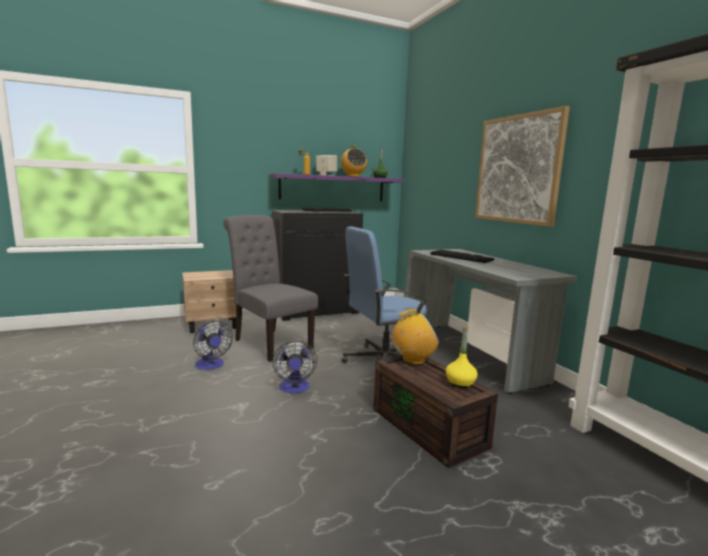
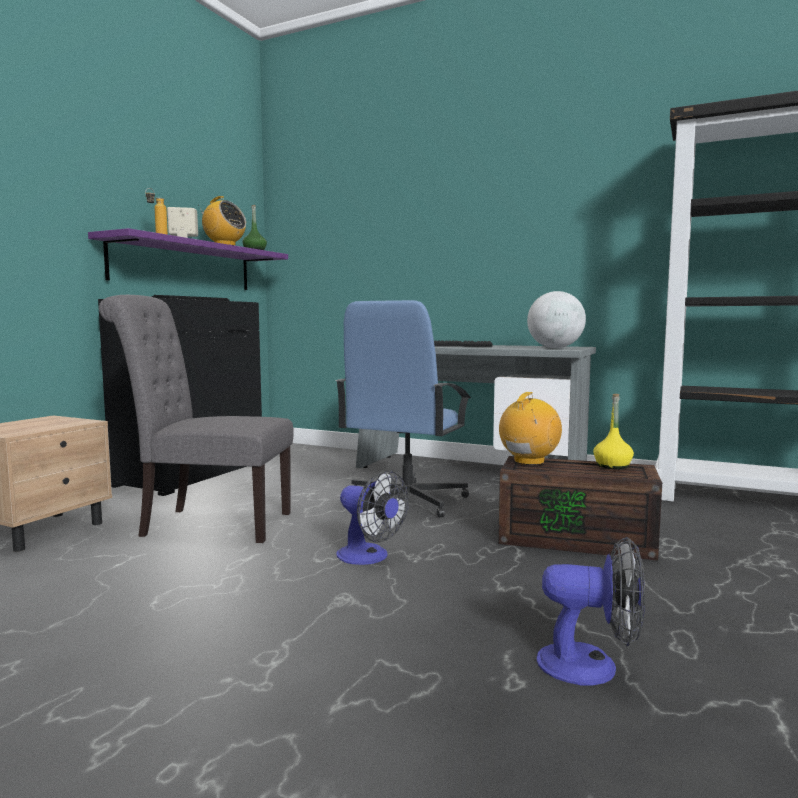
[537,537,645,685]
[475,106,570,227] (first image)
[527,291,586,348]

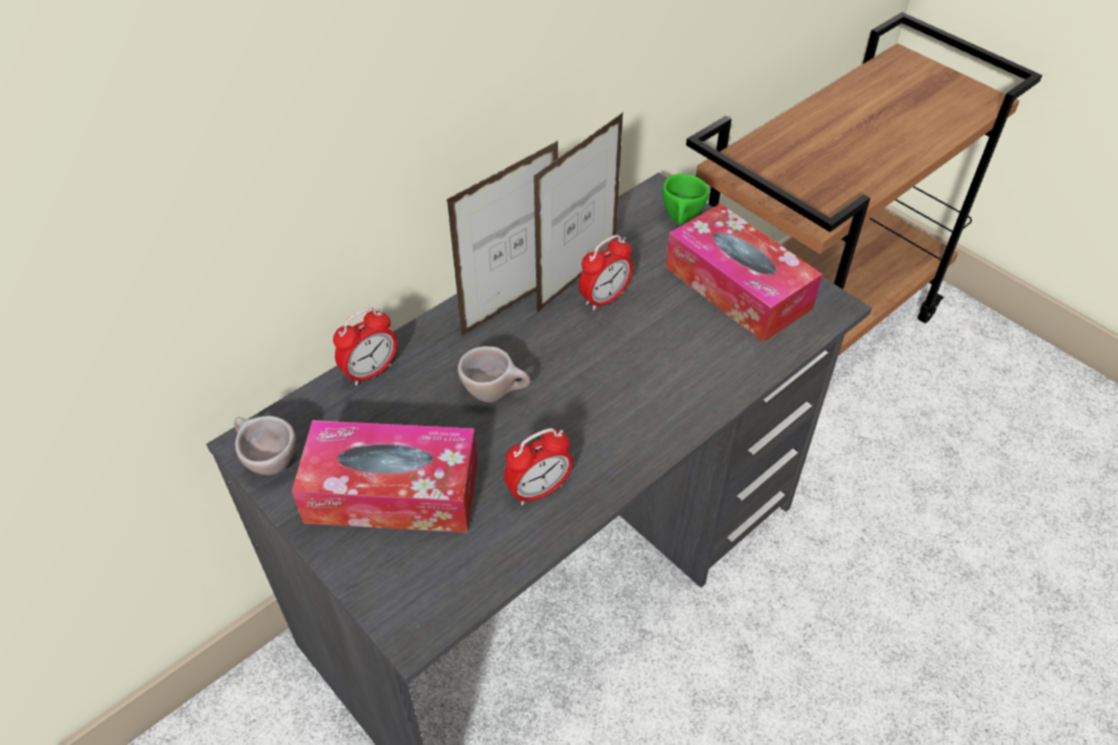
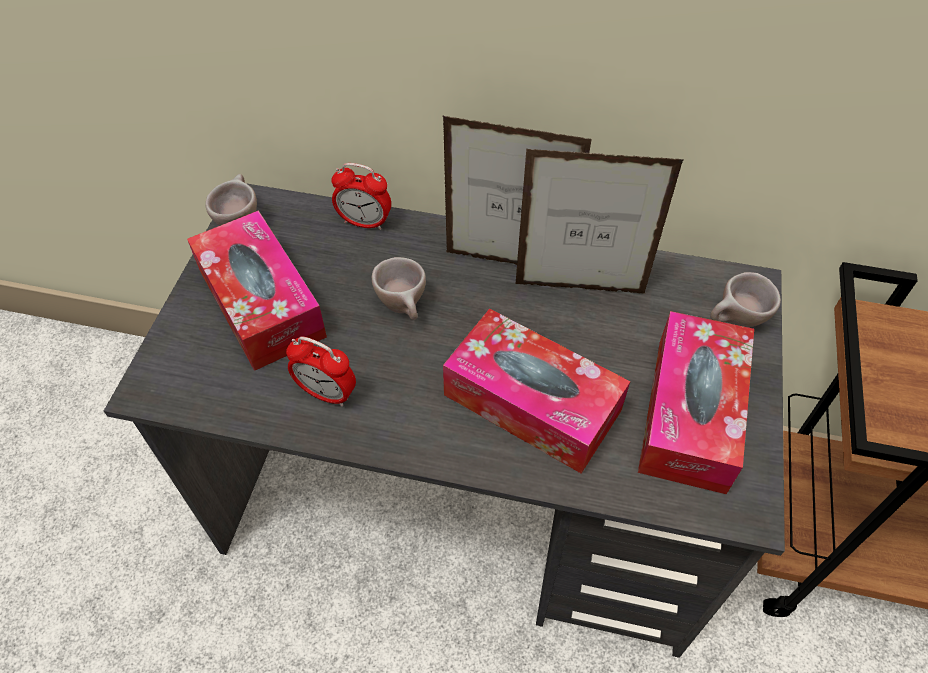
[579,235,633,311] (first image)
[710,272,781,328]
[443,308,630,474]

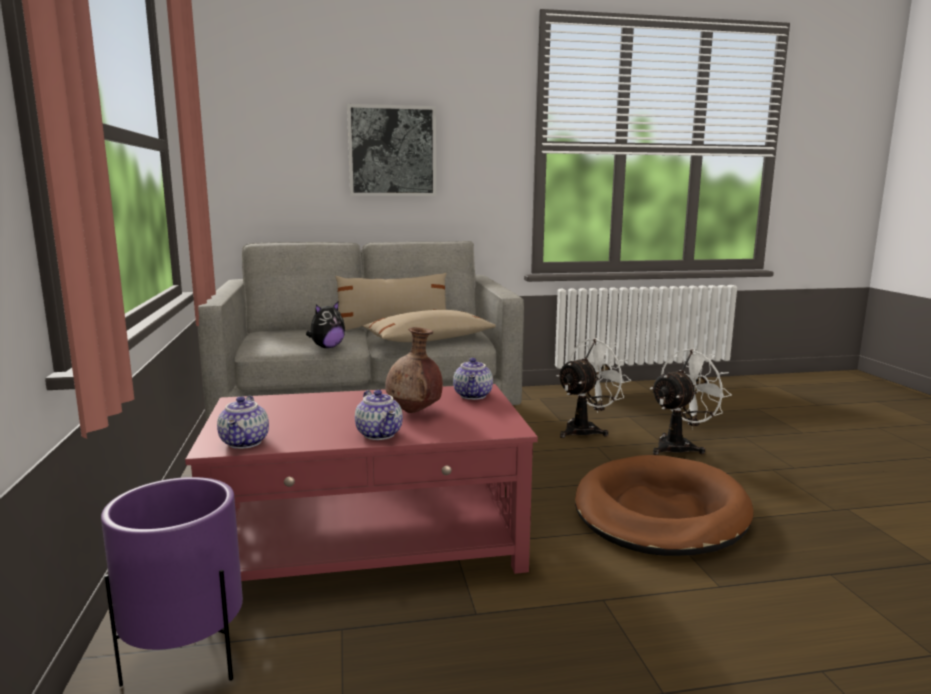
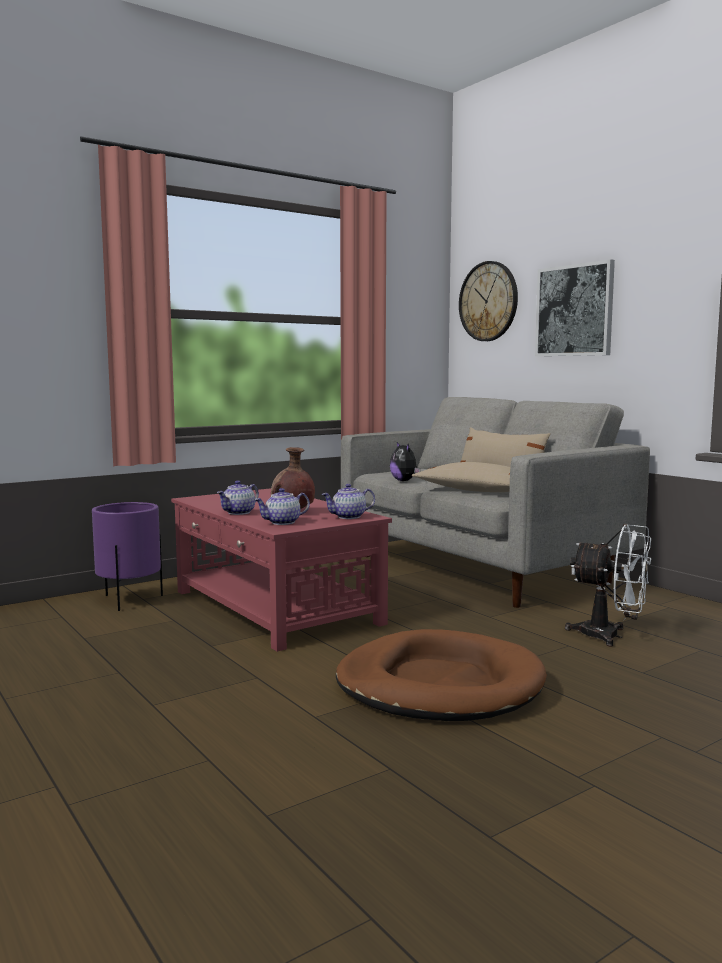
[254,488,310,525]
[390,442,420,481]
[650,348,732,455] (first image)
[459,261,518,341]

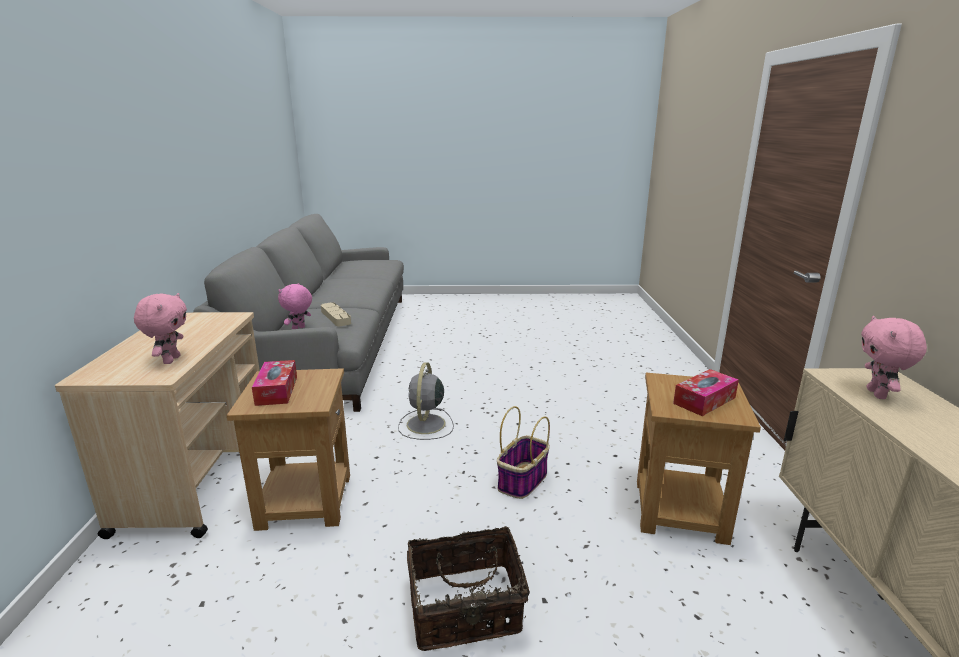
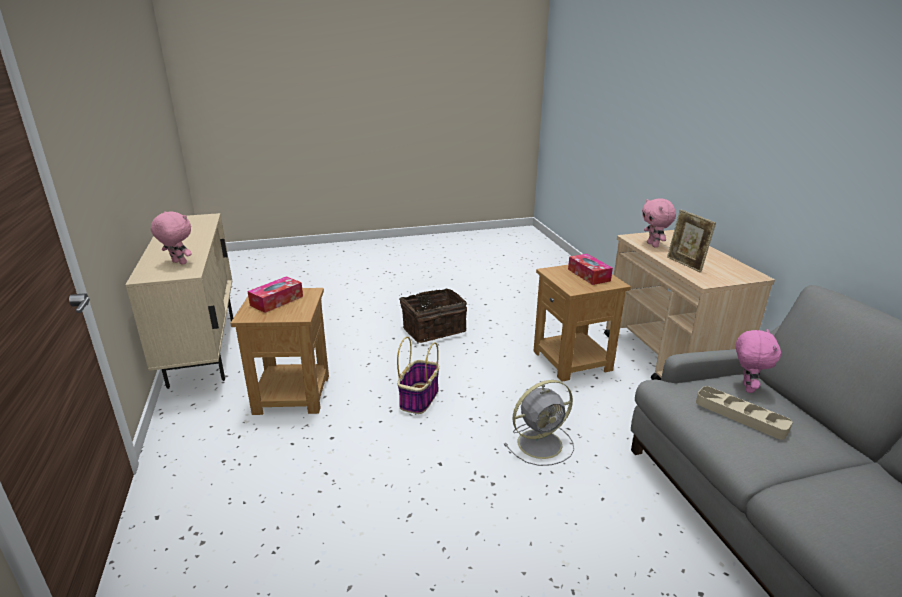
[504,380,574,466]
[151,211,191,265]
[667,209,716,273]

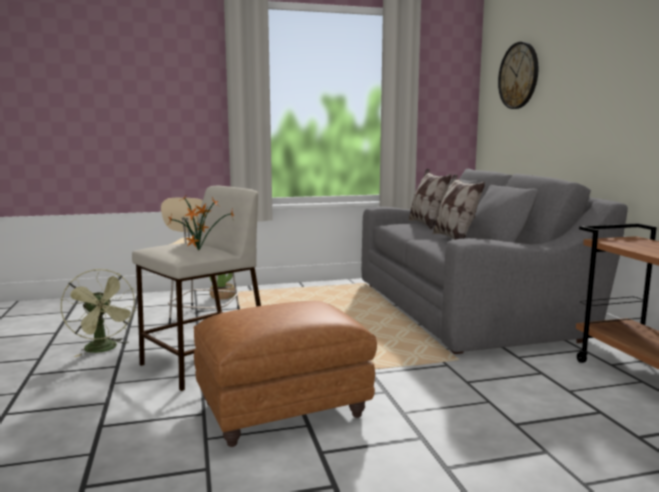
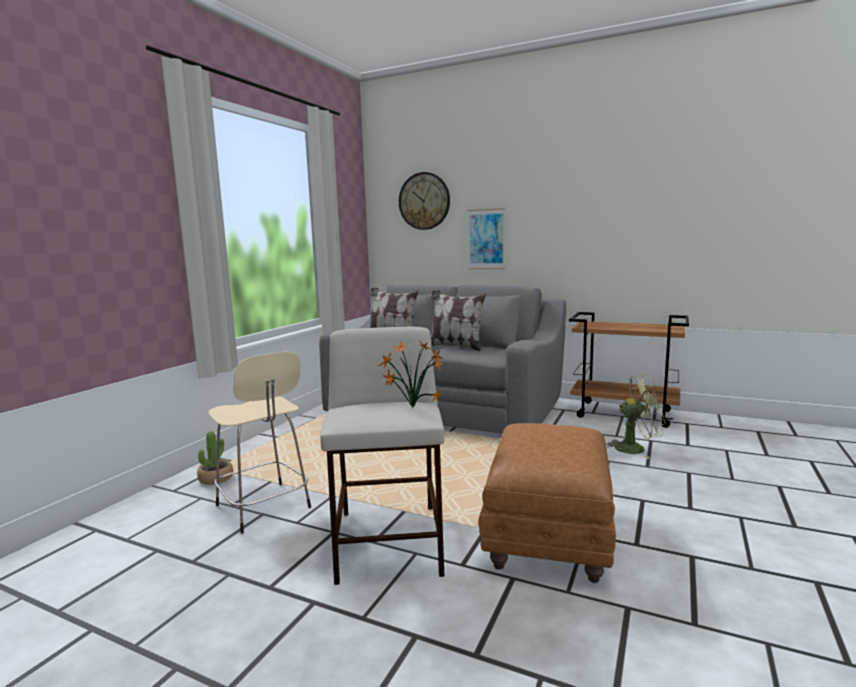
[606,375,665,459]
[467,208,505,269]

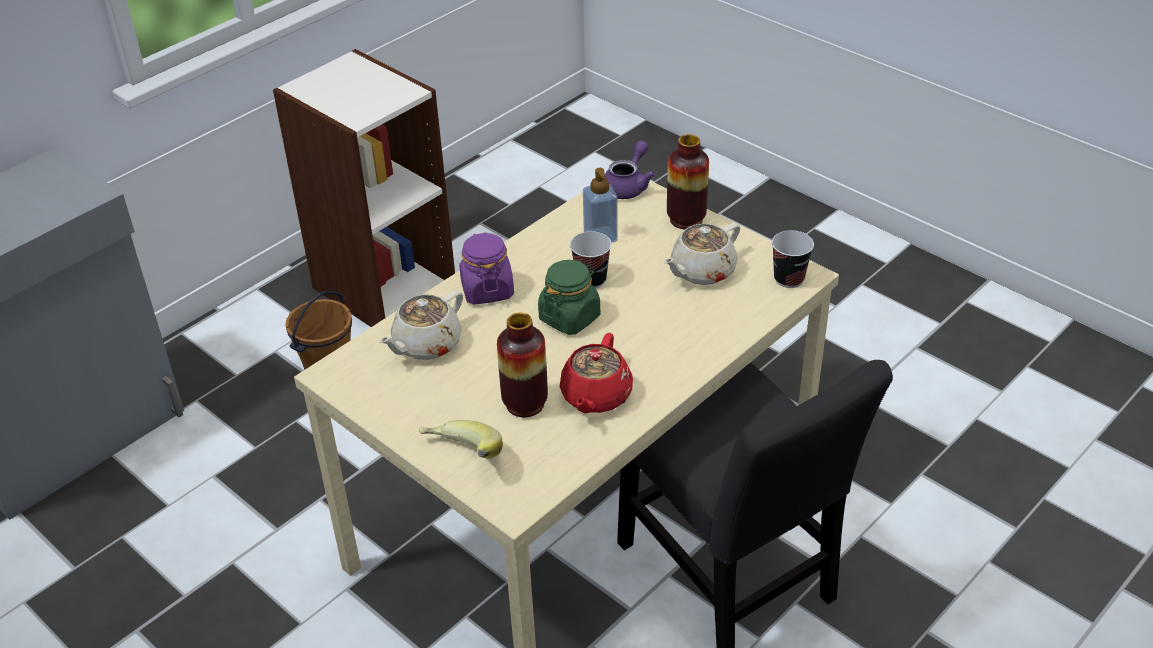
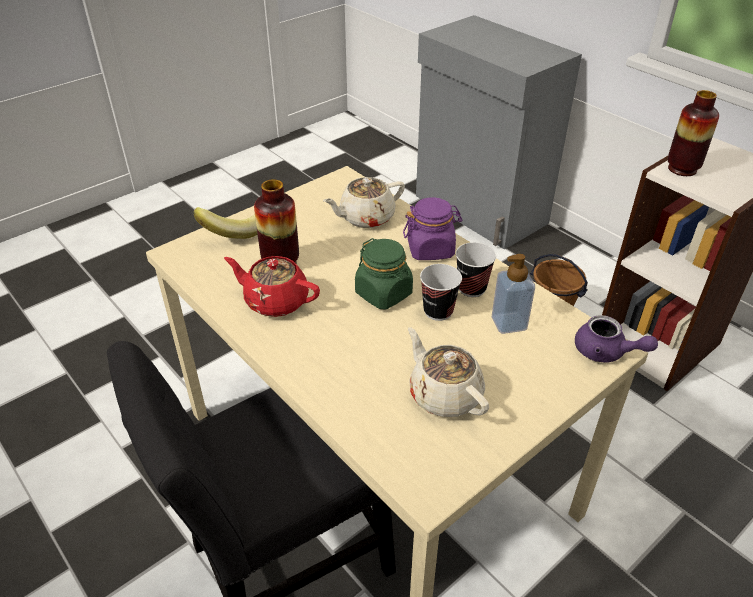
[323,177,405,228]
[667,90,719,176]
[456,242,496,297]

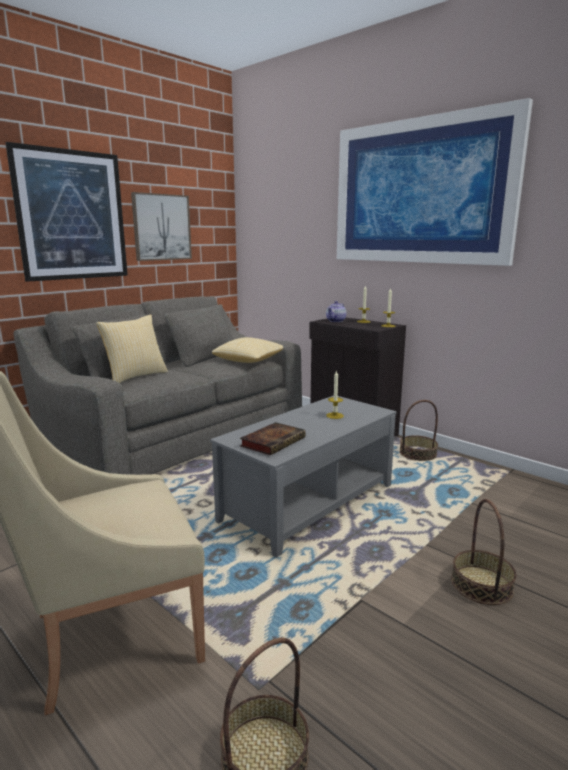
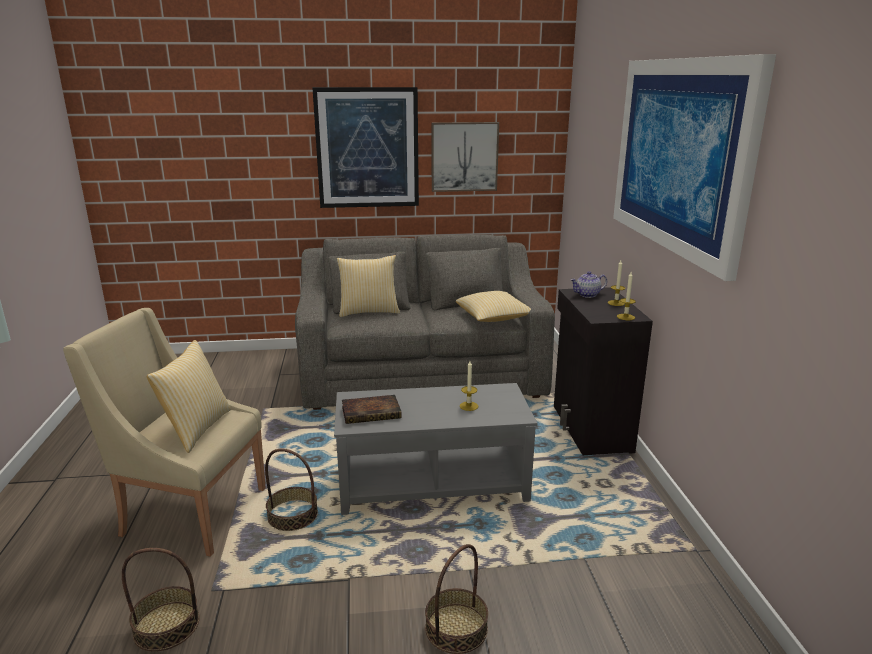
[265,449,318,531]
[147,340,231,453]

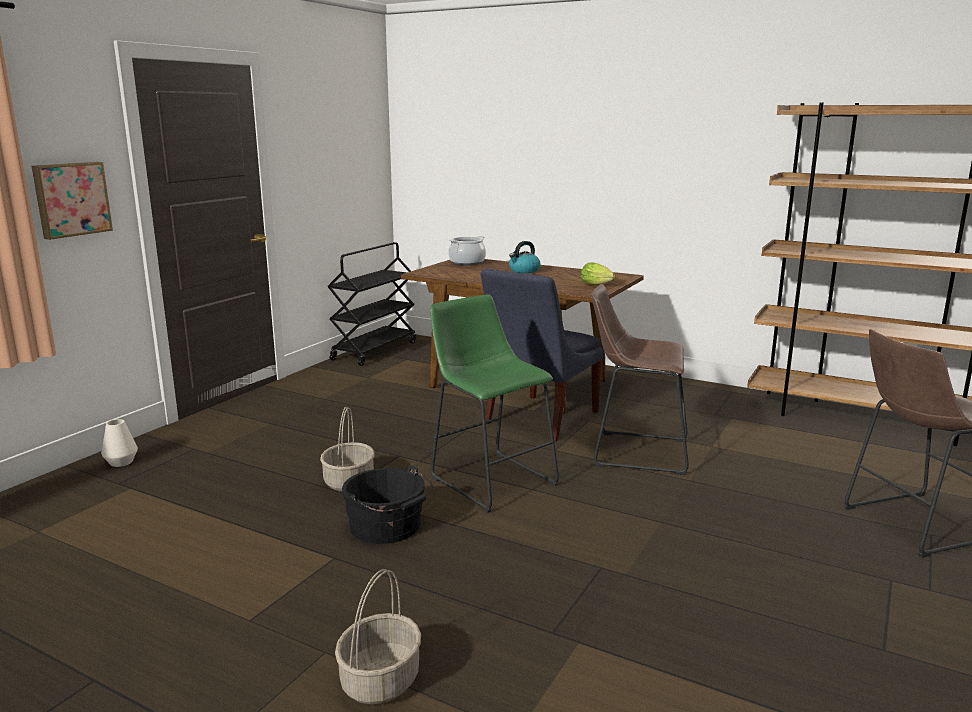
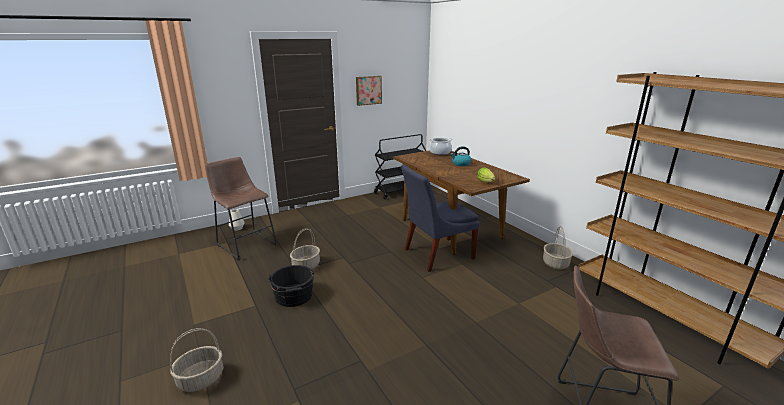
[356,76,382,106]
[431,294,559,513] (first image)
[205,157,277,260]
[543,226,573,270]

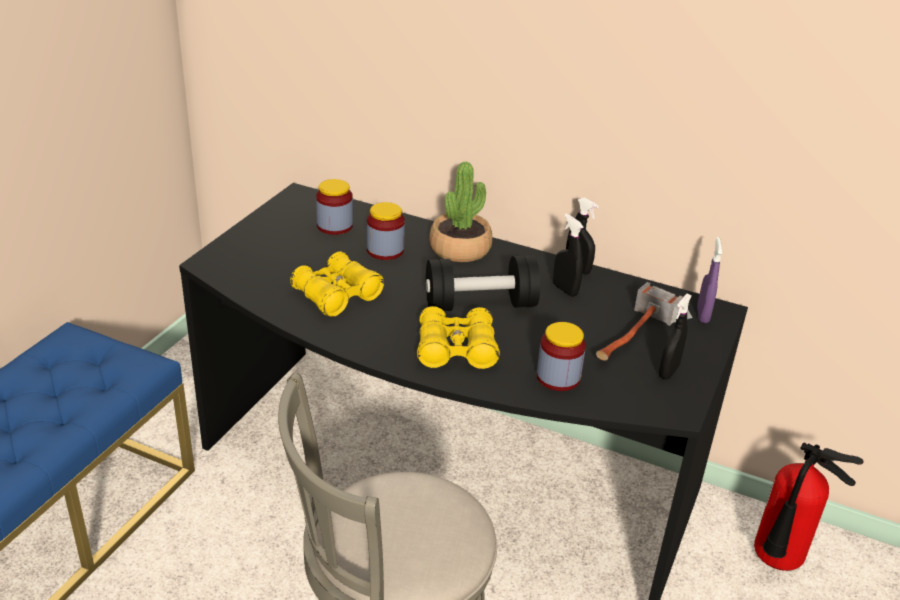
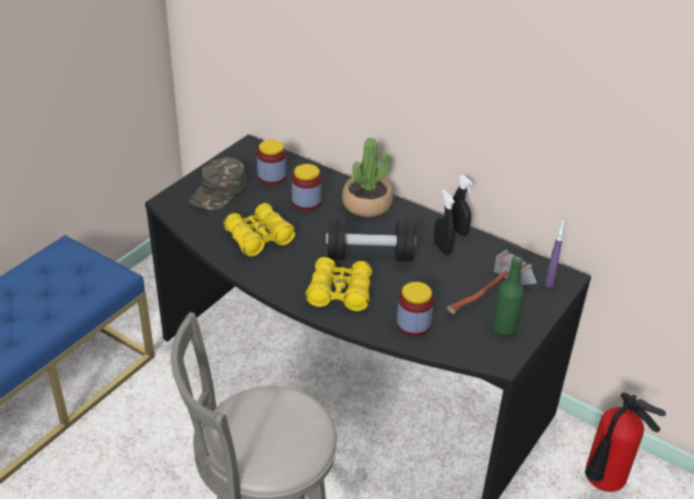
[492,256,524,335]
[189,157,246,211]

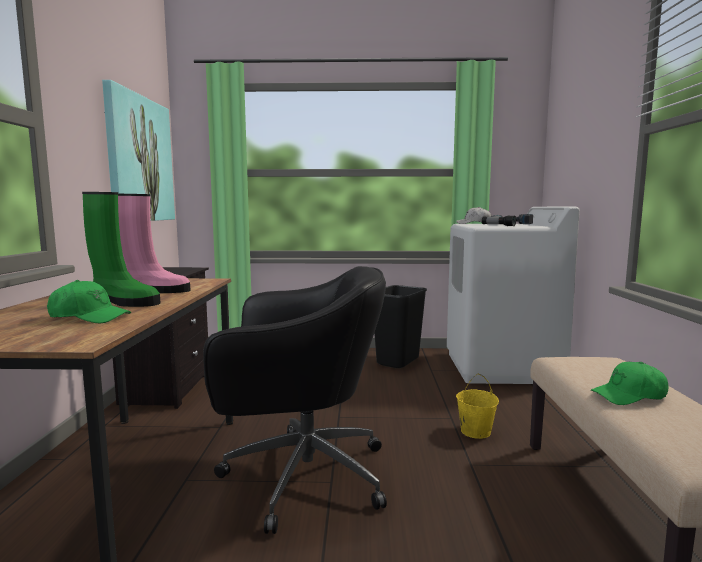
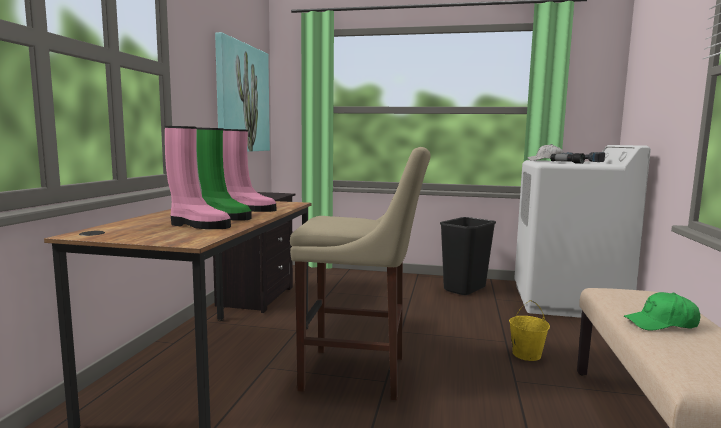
[165,126,231,229]
[290,147,431,400]

